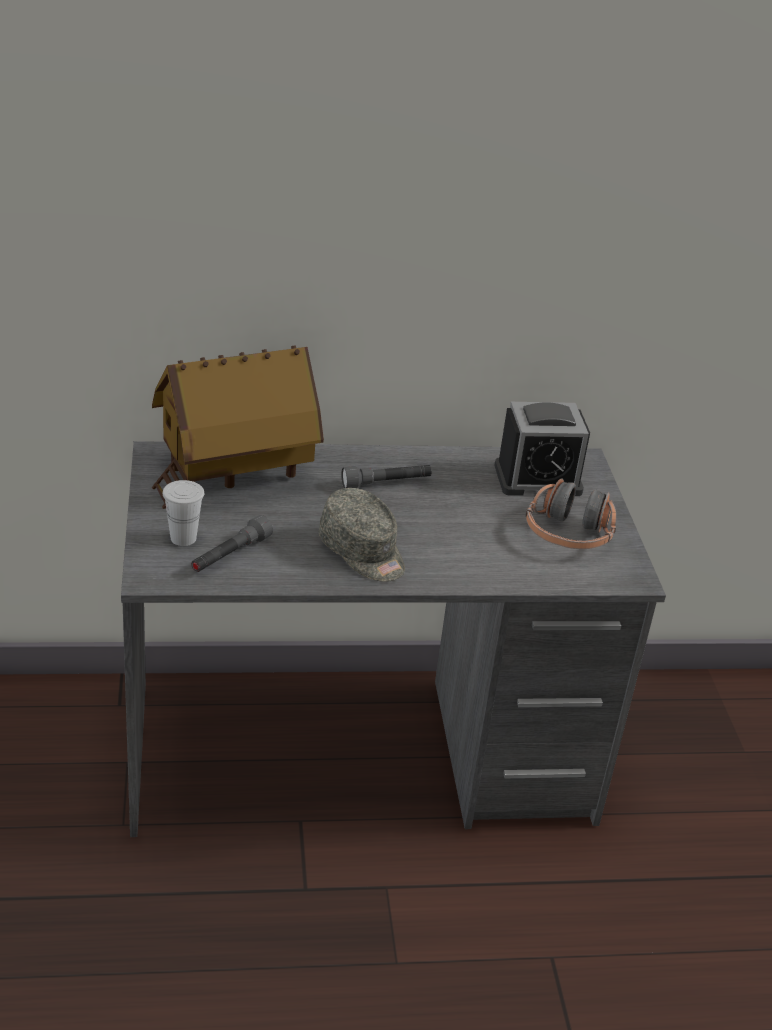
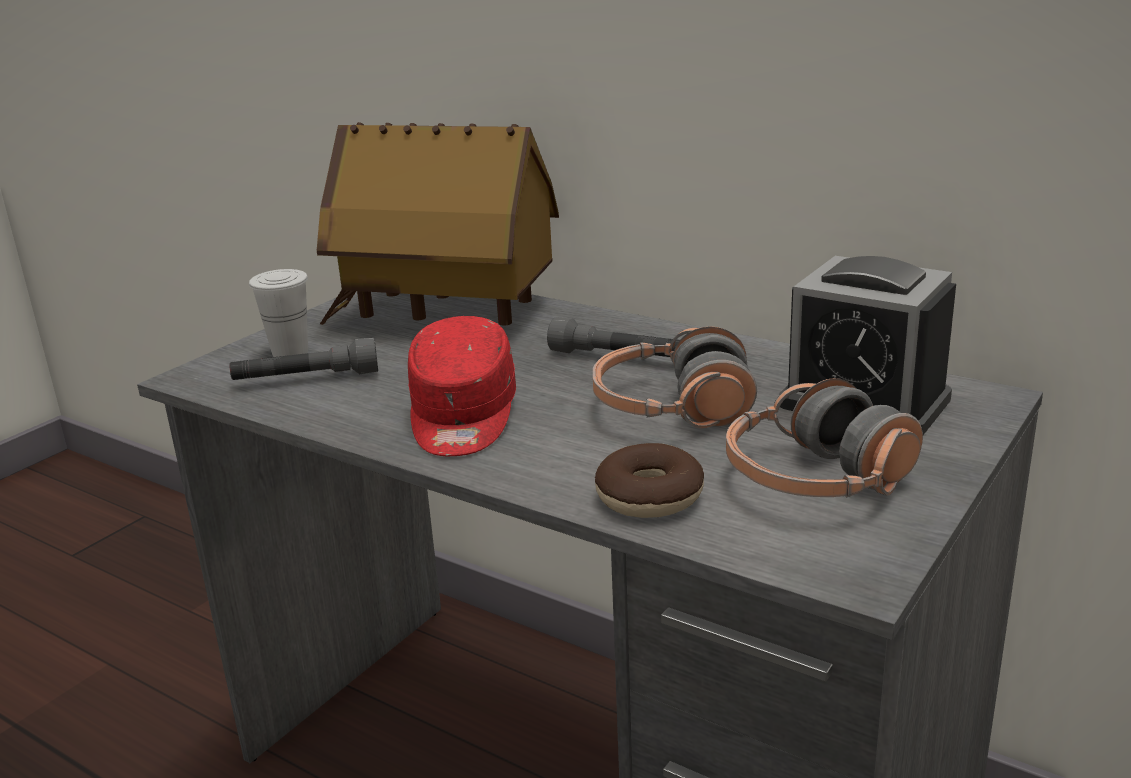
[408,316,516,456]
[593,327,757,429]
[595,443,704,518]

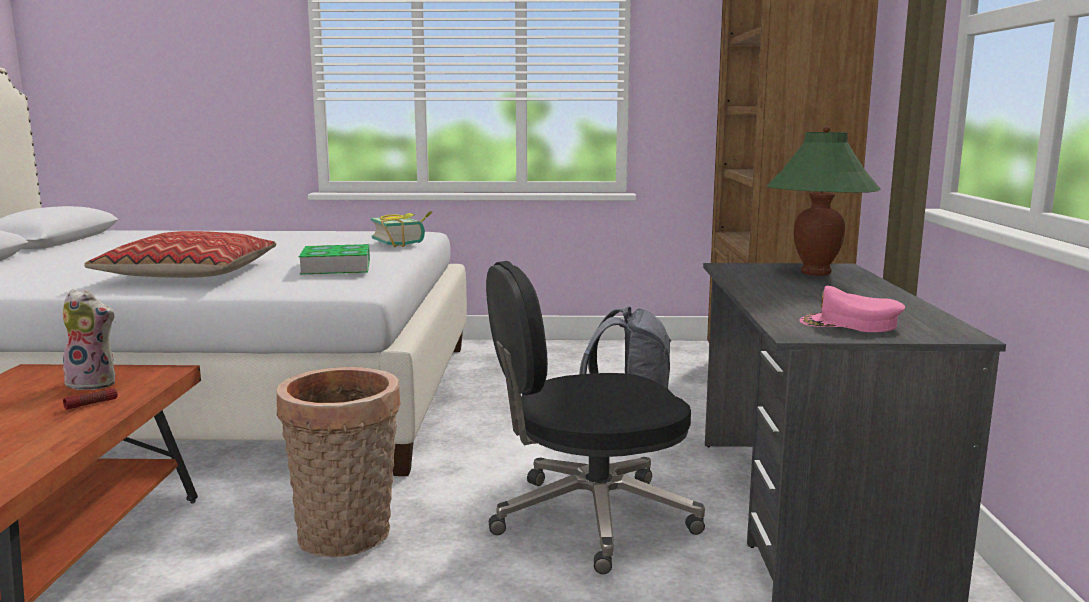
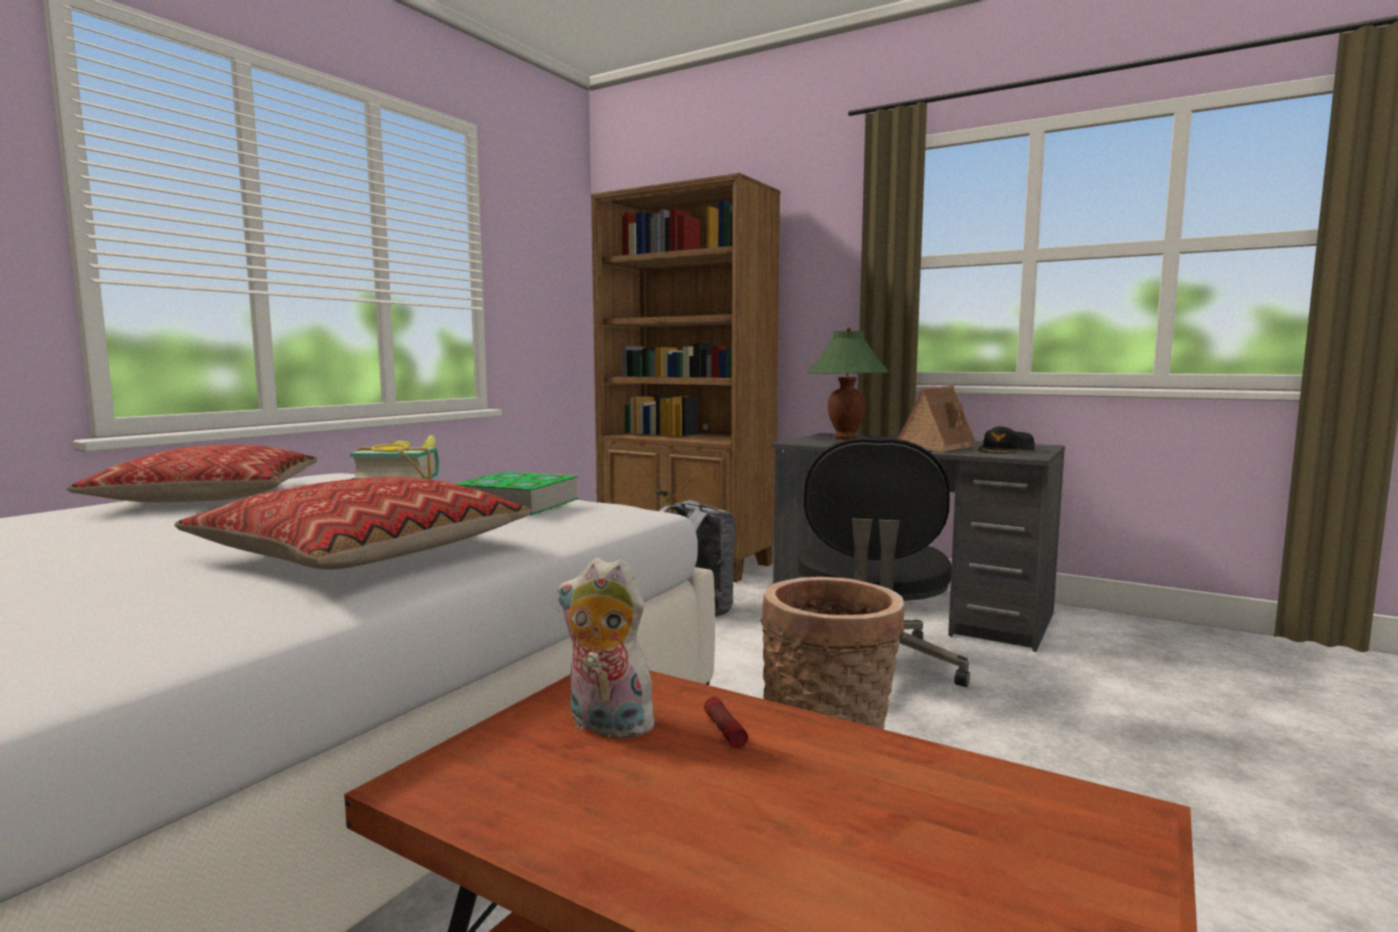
[557,558,663,738]
[978,426,1035,454]
[67,445,318,502]
[897,386,977,452]

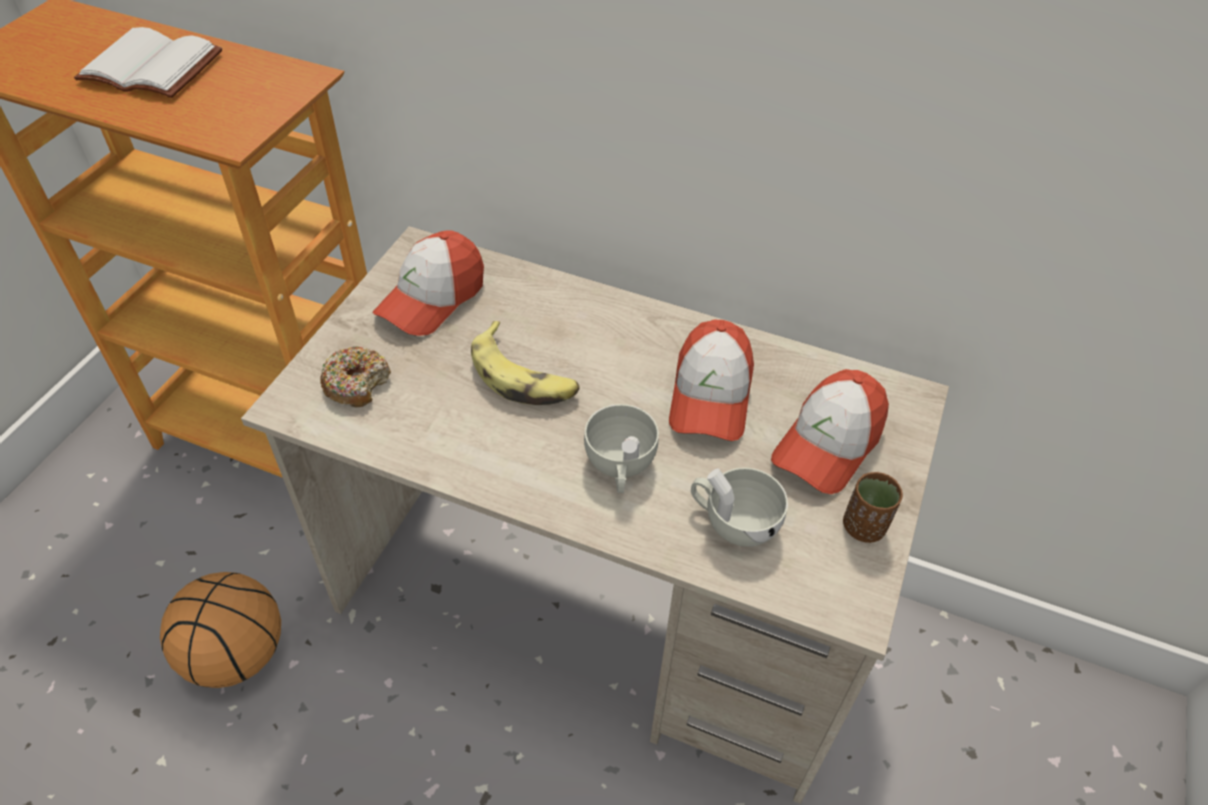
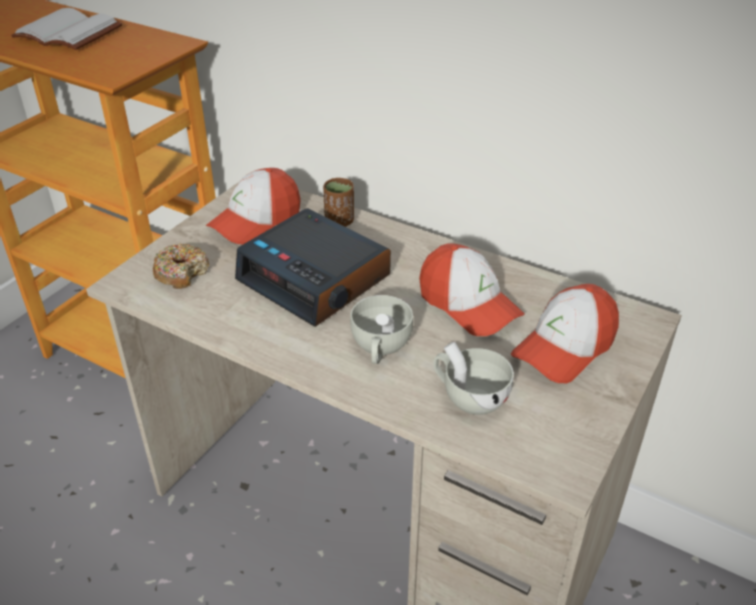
[160,572,281,688] (first image)
[235,208,391,327]
[419,243,525,336]
[323,178,354,227]

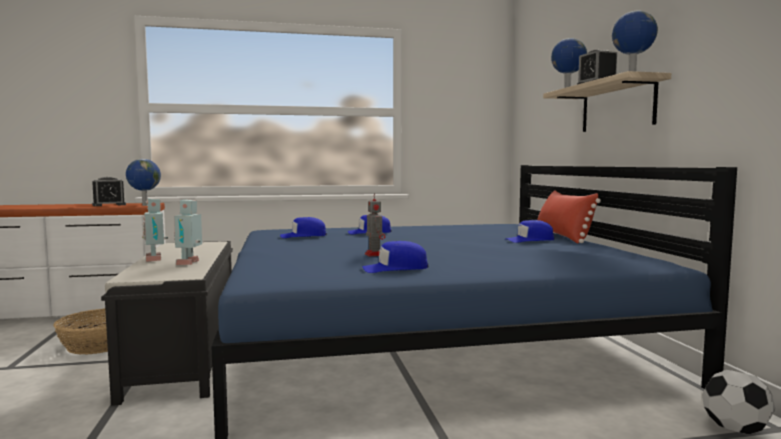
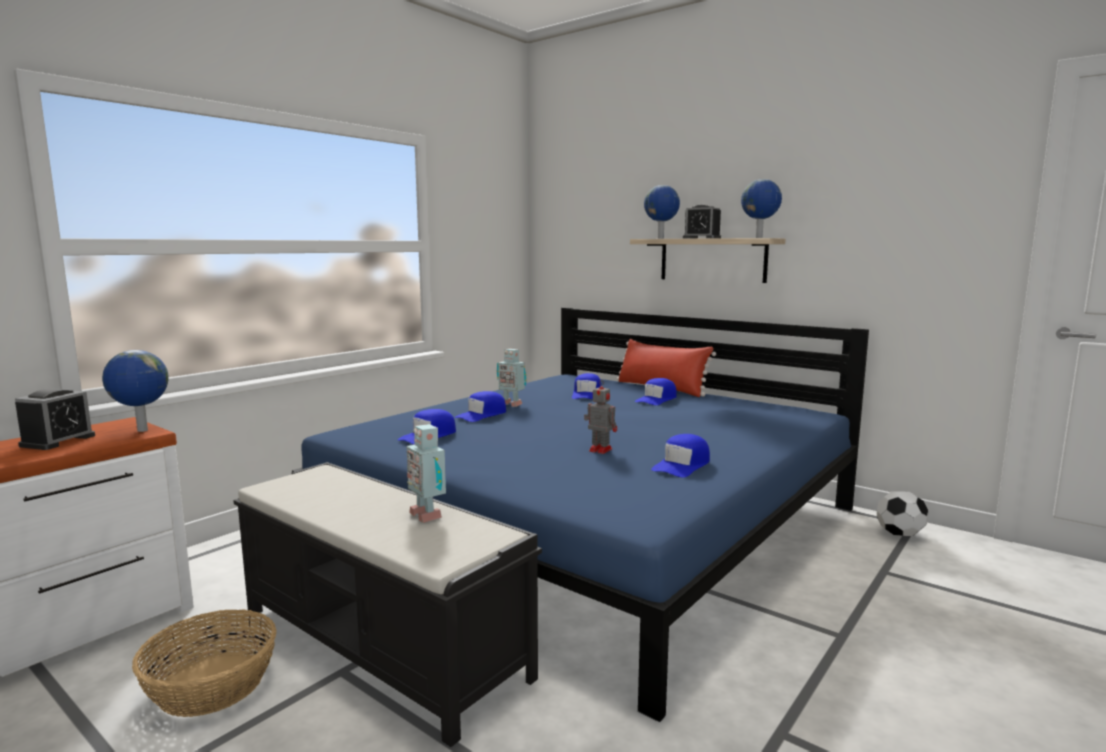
[497,349,526,407]
[572,373,601,399]

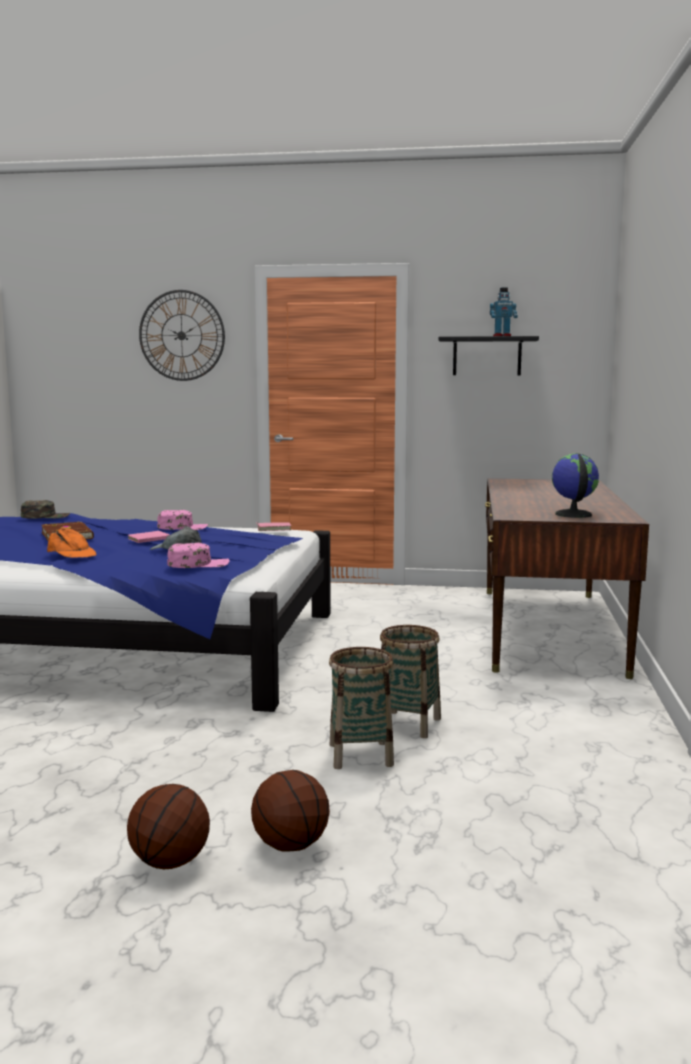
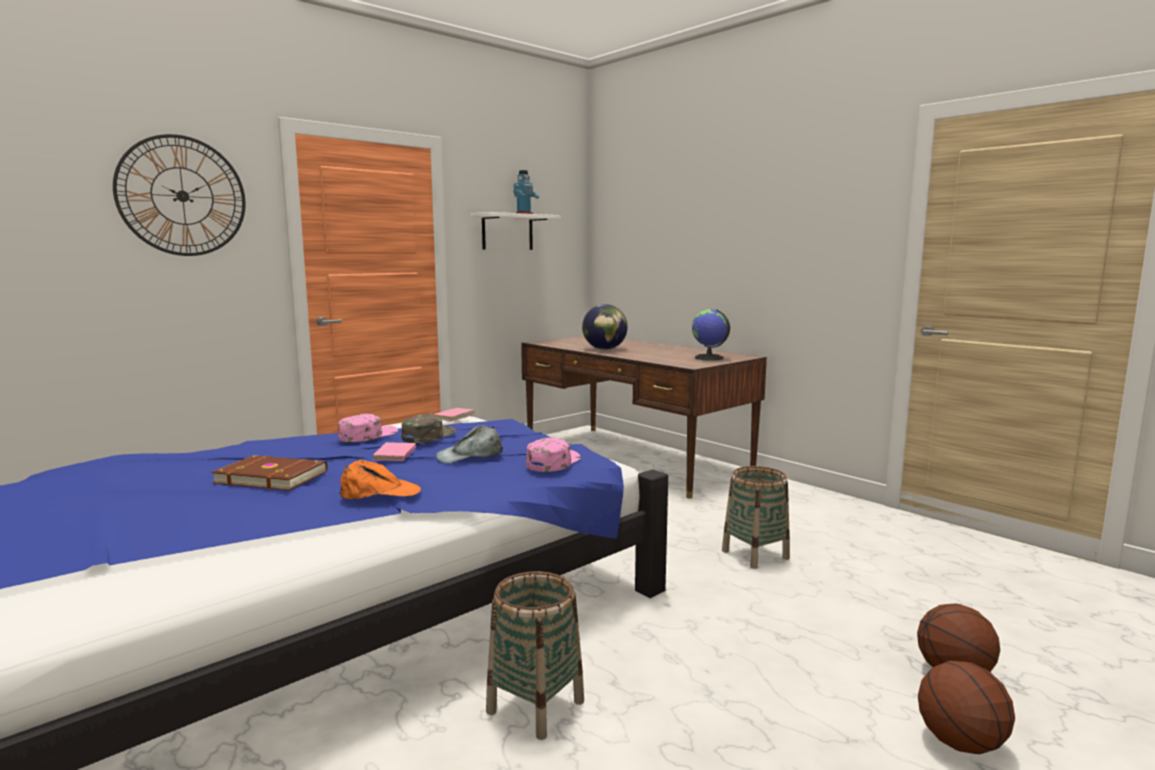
[401,414,456,443]
[486,571,584,740]
[471,212,561,250]
[582,304,628,350]

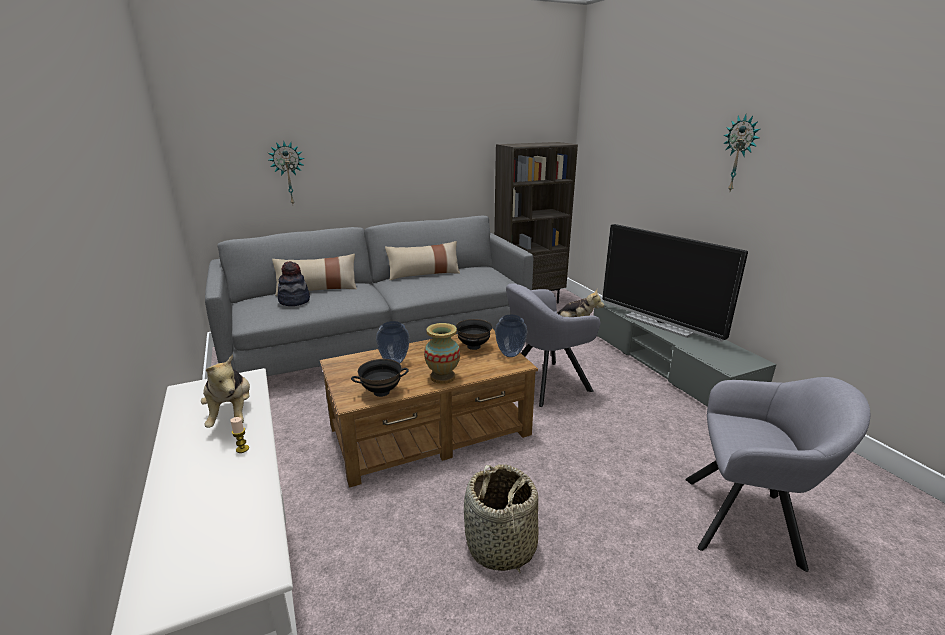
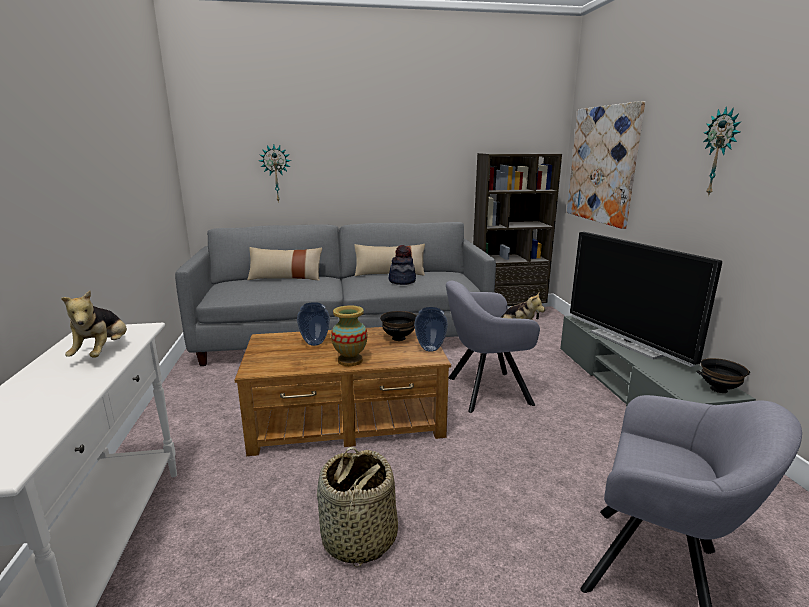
[230,417,249,453] (first image)
[389,245,416,285]
[696,358,750,393]
[567,101,645,229]

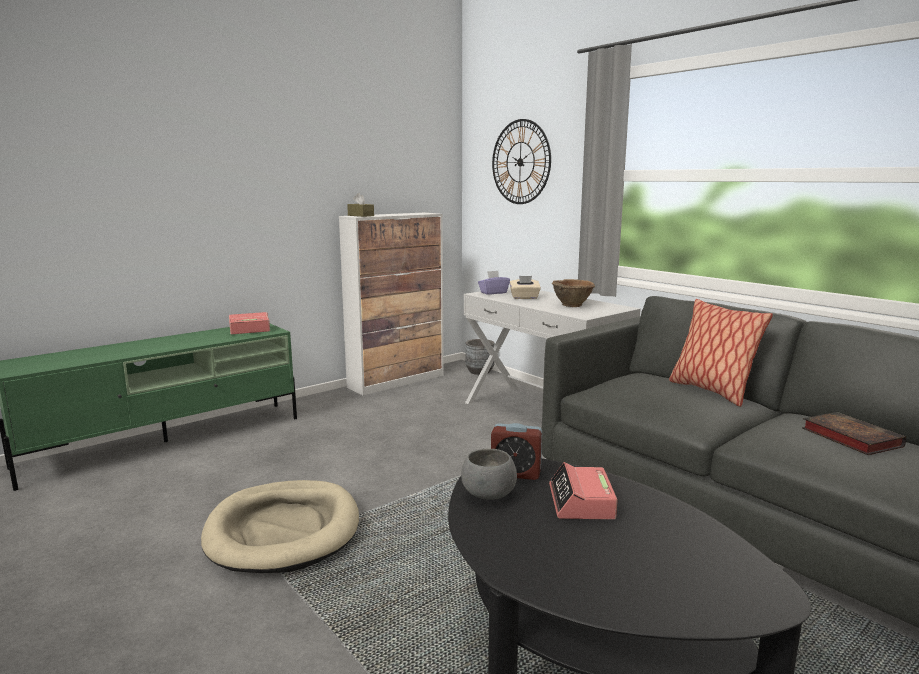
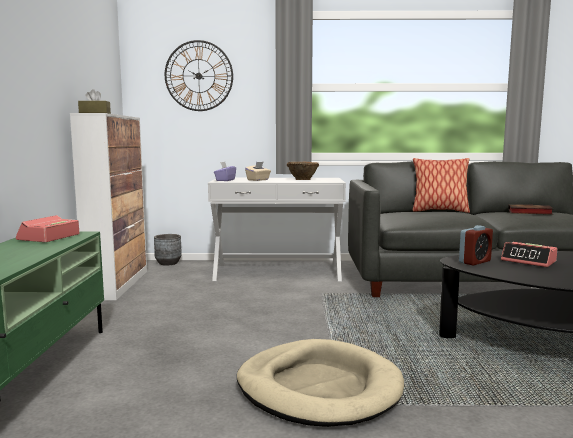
[461,449,517,500] (first image)

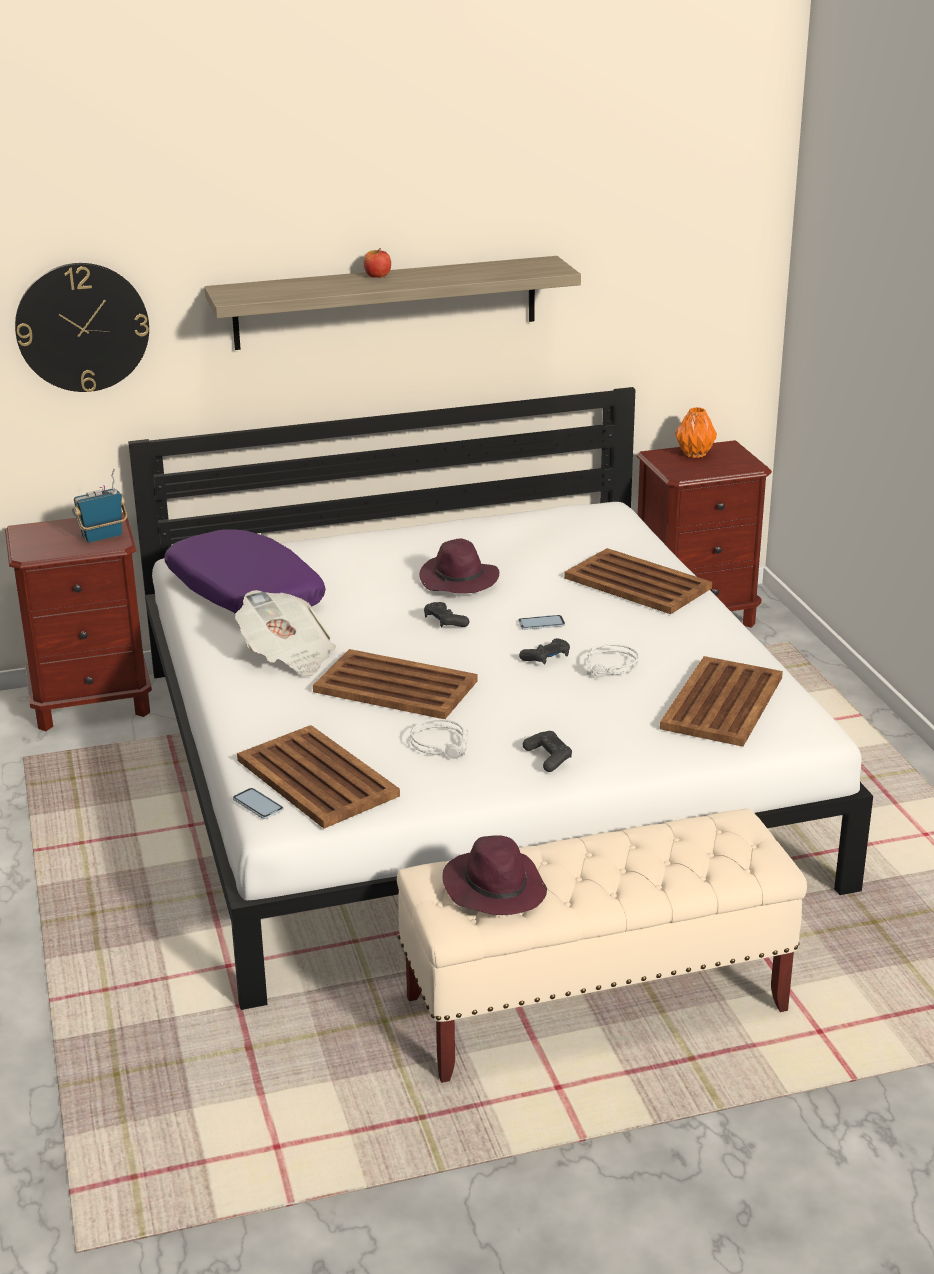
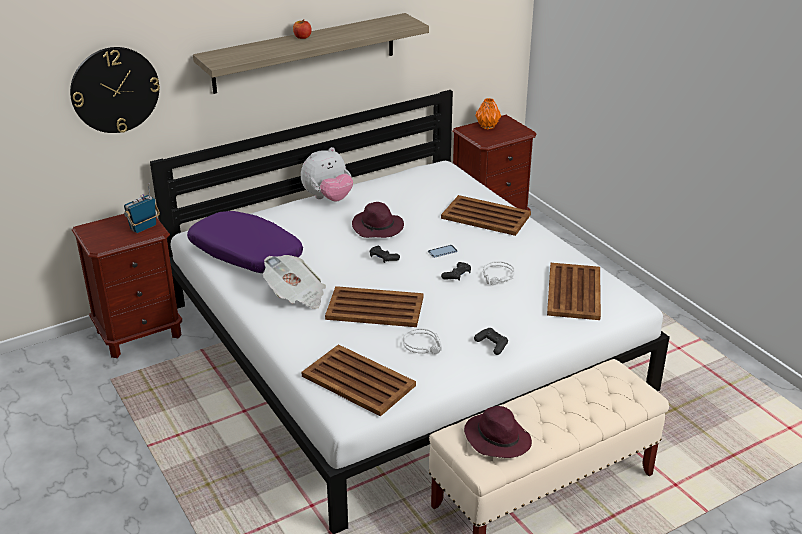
[233,788,284,819] (first image)
[301,147,353,202]

